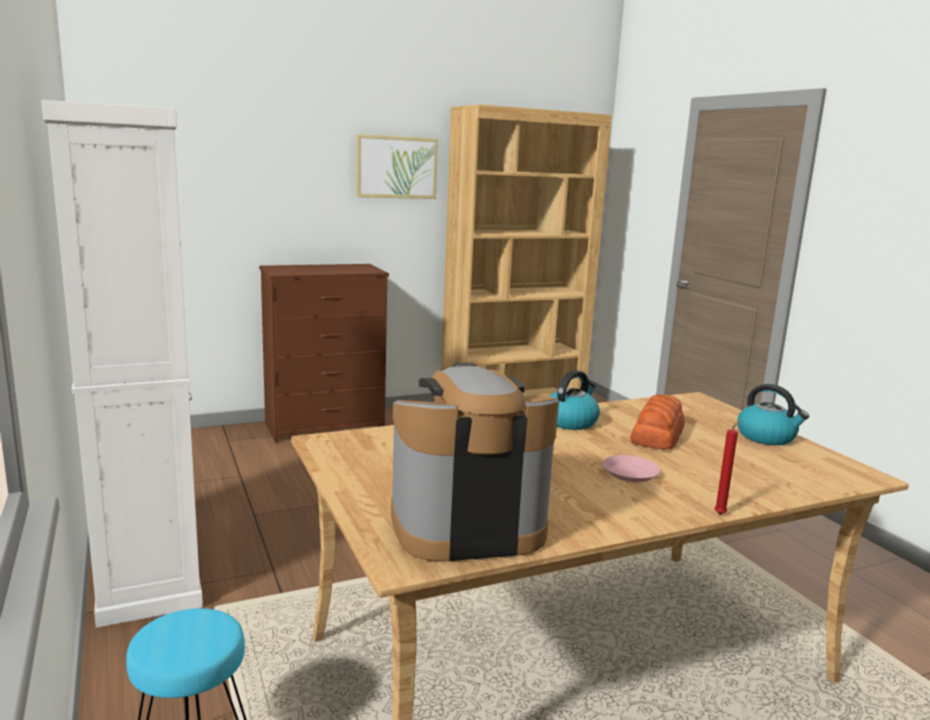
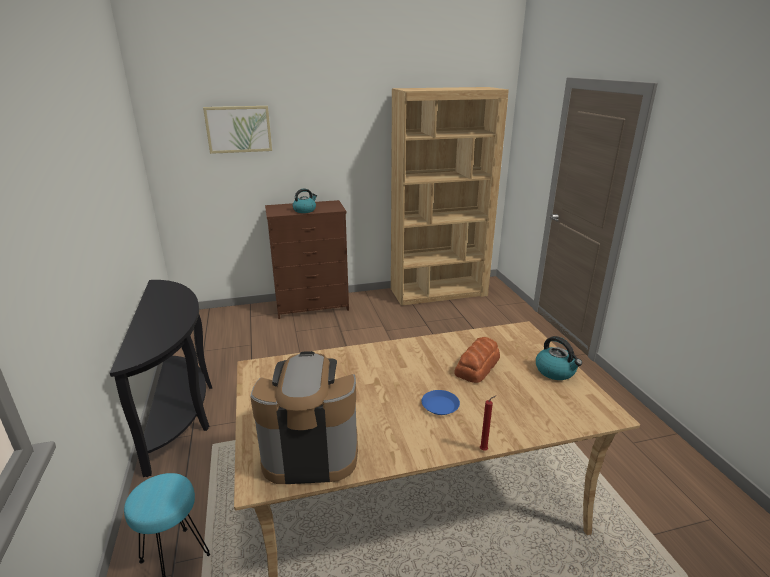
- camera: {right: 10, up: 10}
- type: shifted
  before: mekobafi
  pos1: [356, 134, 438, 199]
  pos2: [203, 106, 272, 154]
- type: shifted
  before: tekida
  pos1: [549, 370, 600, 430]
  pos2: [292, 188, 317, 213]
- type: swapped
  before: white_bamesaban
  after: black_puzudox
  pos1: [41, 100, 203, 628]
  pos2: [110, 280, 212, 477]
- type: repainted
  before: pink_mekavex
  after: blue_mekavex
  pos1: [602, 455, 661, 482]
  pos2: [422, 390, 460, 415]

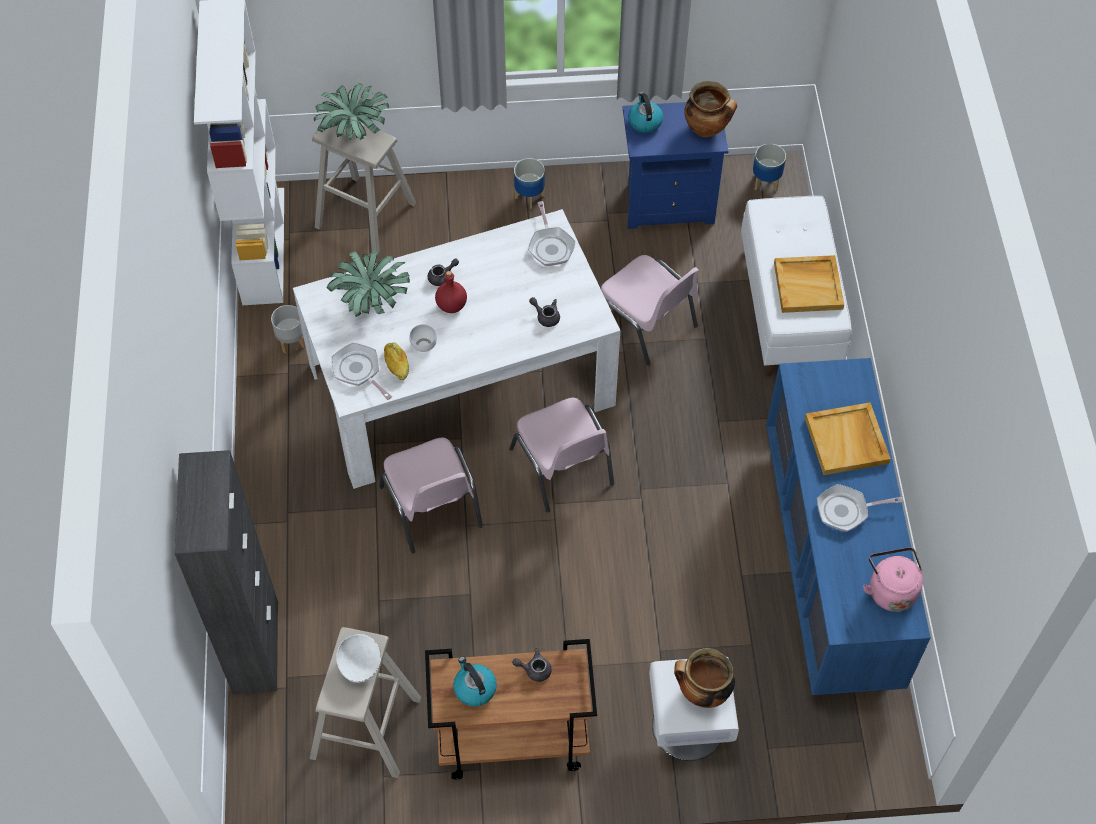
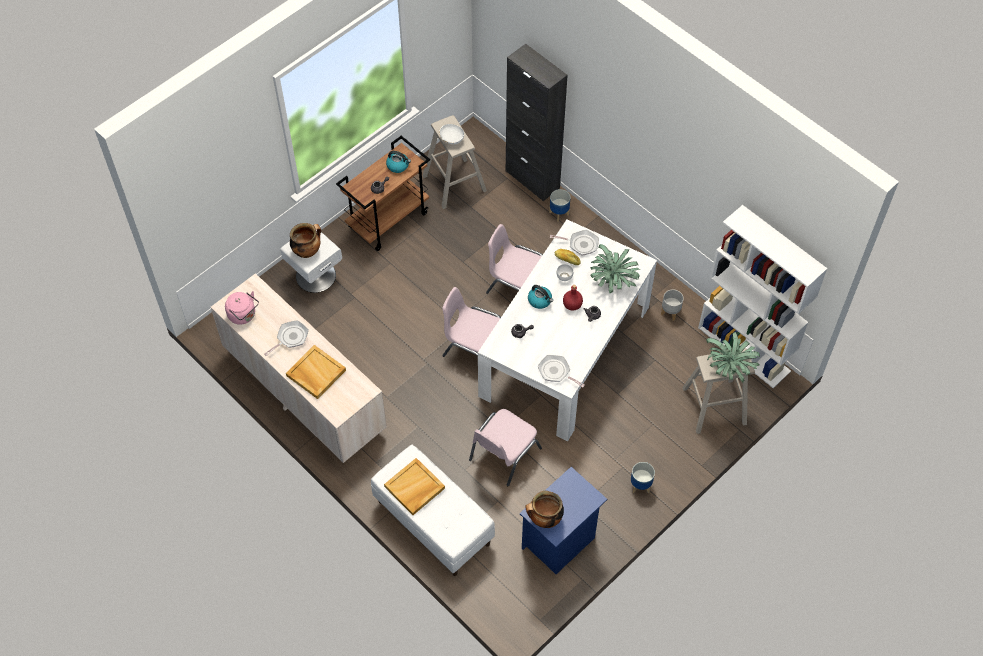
- camera: {right: 140, up: 0}
- type: shifted
  before: tekida
  pos1: [628, 92, 663, 133]
  pos2: [528, 285, 553, 309]
- type: shifted
  before: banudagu
  pos1: [753, 143, 786, 191]
  pos2: [549, 189, 570, 222]
- type: repainted
  before: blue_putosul
  after: beige_putosul
  pos1: [766, 358, 931, 695]
  pos2: [211, 273, 387, 463]
- type: rotated
  before: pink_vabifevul
  pos1: [601, 255, 699, 366]
  pos2: [469, 409, 542, 486]
  turn: -60

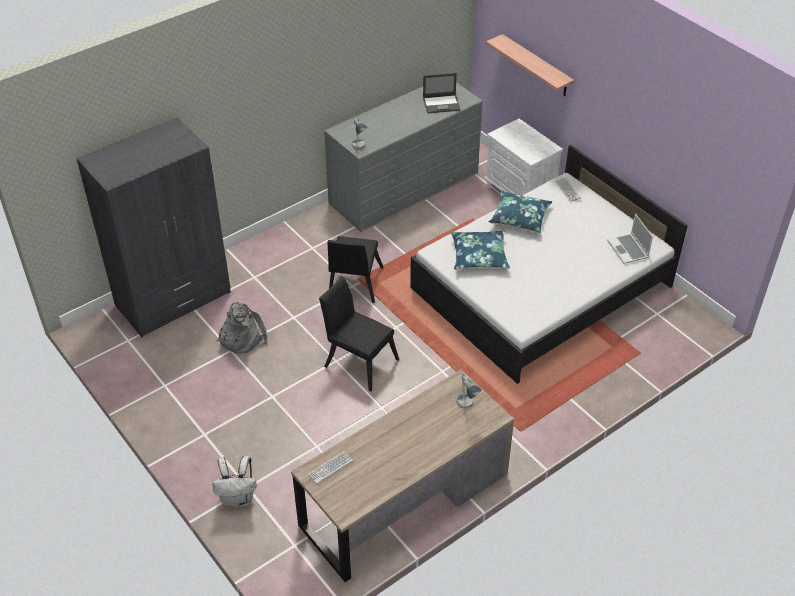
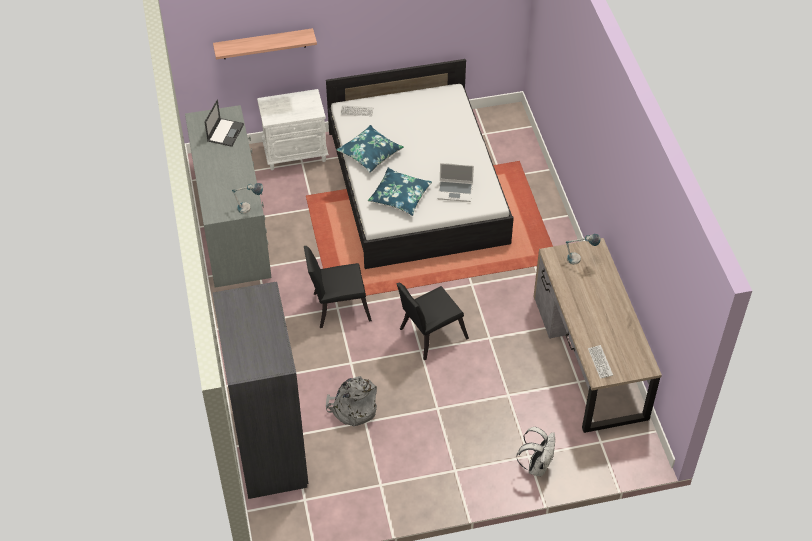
- camera: {right: -65, up: 5}
- type: shifted
  before: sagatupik
  pos1: [607, 214, 653, 264]
  pos2: [437, 163, 474, 202]
- type: rotated
  before: black_vabifevul
  pos1: [327, 236, 384, 303]
  pos2: [304, 246, 372, 328]
  turn: 135

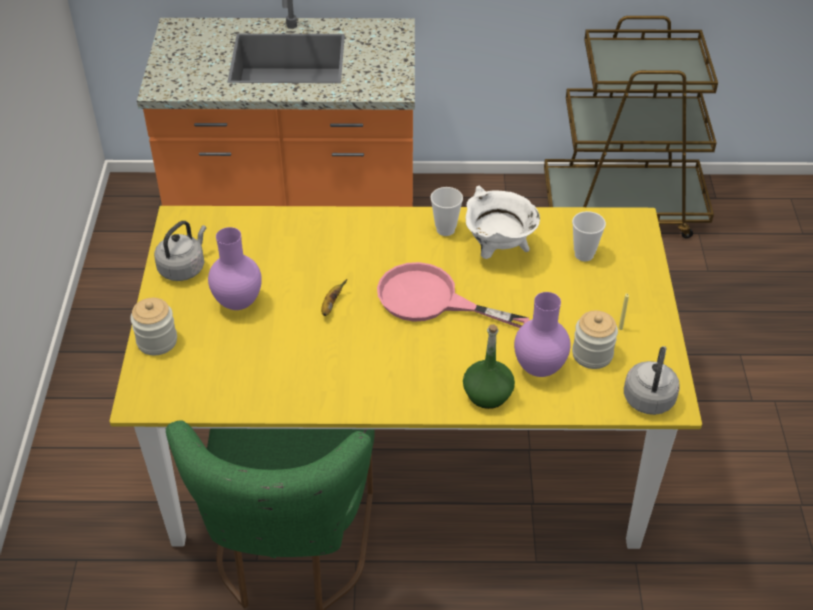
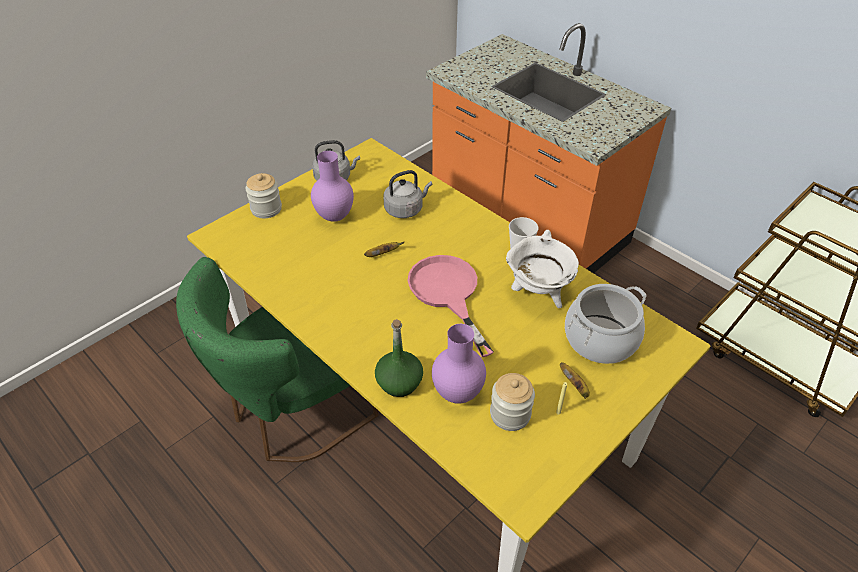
- camera: {right: 45, up: 0}
- type: new
  after: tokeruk
  pos2: [560, 362, 590, 399]
- type: shifted
  before: grey_tekida
  pos1: [624, 346, 680, 415]
  pos2: [383, 170, 432, 218]
- type: swapped
  before: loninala
  after: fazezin
  pos1: [572, 211, 606, 261]
  pos2: [565, 284, 647, 364]

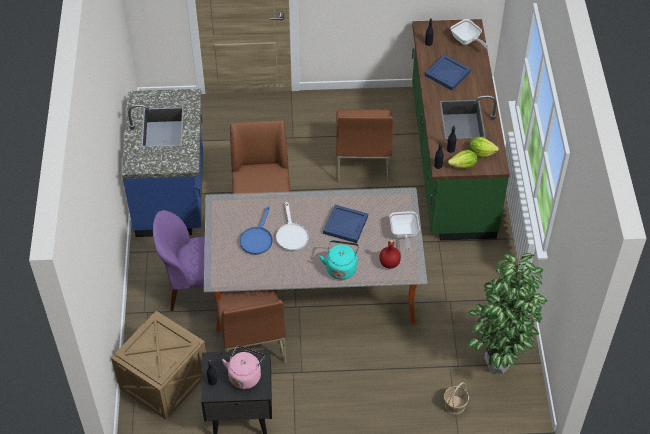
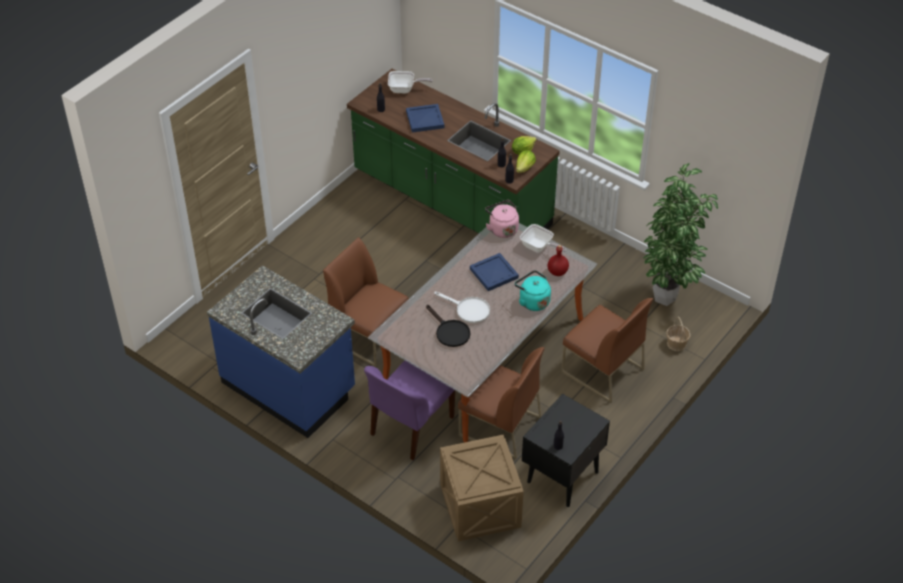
- camera: {right: -50, up: -5}
- type: shifted
  before: pink_tekida
  pos1: [222, 346, 265, 389]
  pos2: [485, 200, 519, 238]
- type: shifted
  before: brown_vabifevul
  pos1: [336, 109, 393, 183]
  pos2: [561, 298, 653, 403]
- type: repainted
  before: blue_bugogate
  after: black_bugogate
  pos1: [240, 206, 273, 255]
  pos2: [426, 305, 470, 347]

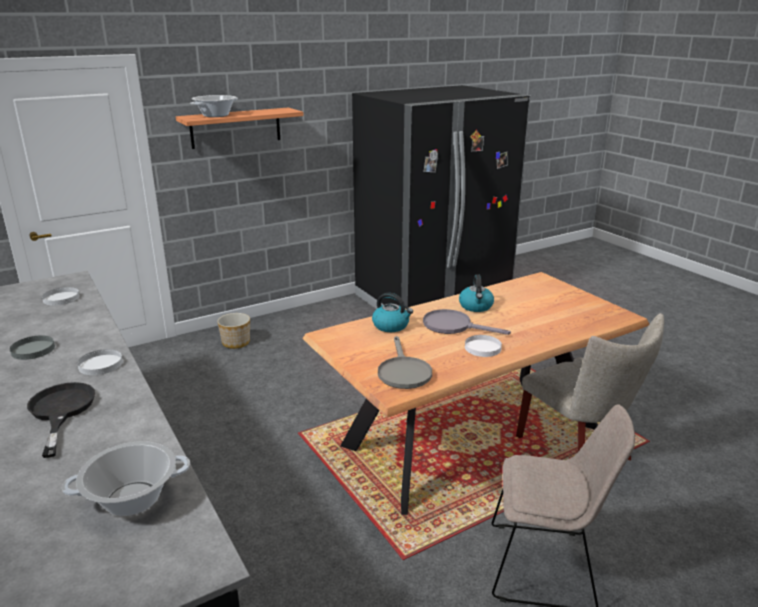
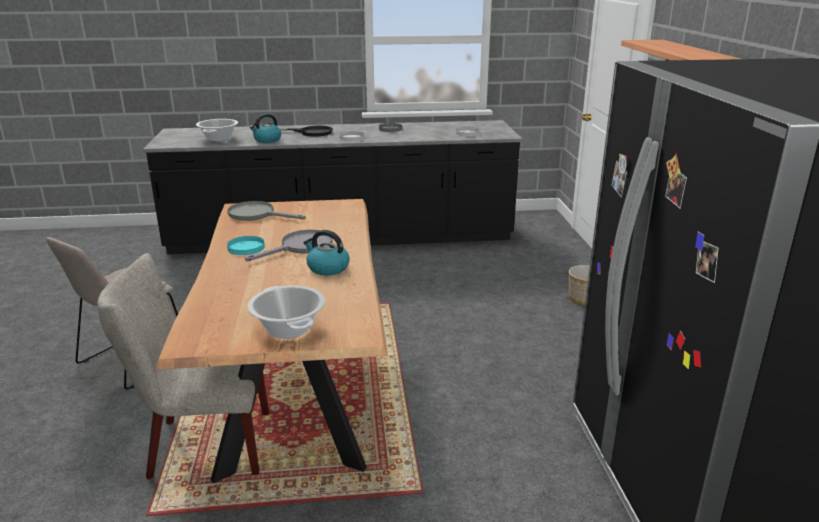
- camera: {right: 115, up: 0}
- type: shifted
  before: fazezin
  pos1: [190, 95, 238, 117]
  pos2: [248, 285, 325, 339]
- type: shifted
  before: tekida
  pos1: [372, 293, 413, 332]
  pos2: [250, 114, 281, 143]
- type: repainted
  before: white_mekavex
  after: turquoise_mekavex
  pos1: [465, 335, 502, 357]
  pos2: [227, 236, 265, 255]

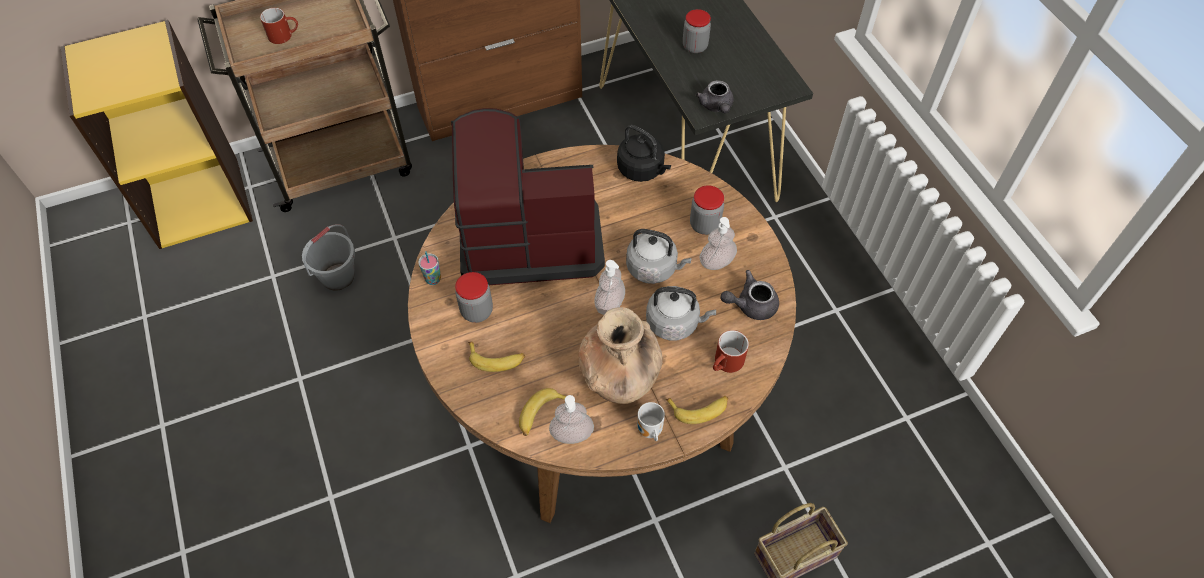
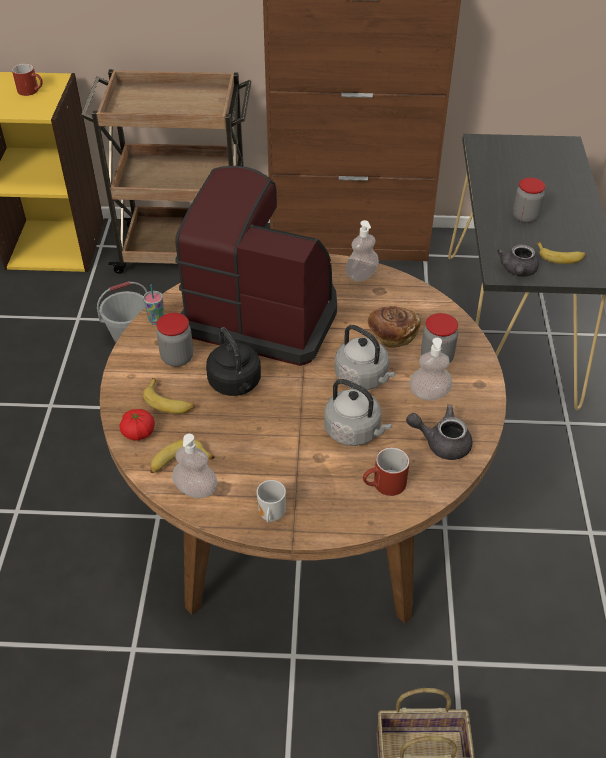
- camera: {right: 25, up: -10}
- type: gone
  before: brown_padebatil
  pos1: [578, 307, 663, 404]
- type: new
  after: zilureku
  pos2: [119, 409, 155, 441]
- type: new
  after: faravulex
  pos2: [368, 306, 421, 348]
- type: shifted
  before: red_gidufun
  pos1: [260, 8, 298, 44]
  pos2: [12, 64, 43, 96]
- type: shifted
  before: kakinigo
  pos1: [594, 260, 625, 315]
  pos2: [345, 220, 379, 281]
- type: shifted
  before: black_tekida
  pos1: [617, 125, 671, 182]
  pos2: [206, 327, 261, 396]
- type: shifted
  before: tokeruk
  pos1: [666, 396, 728, 424]
  pos2: [537, 242, 586, 264]

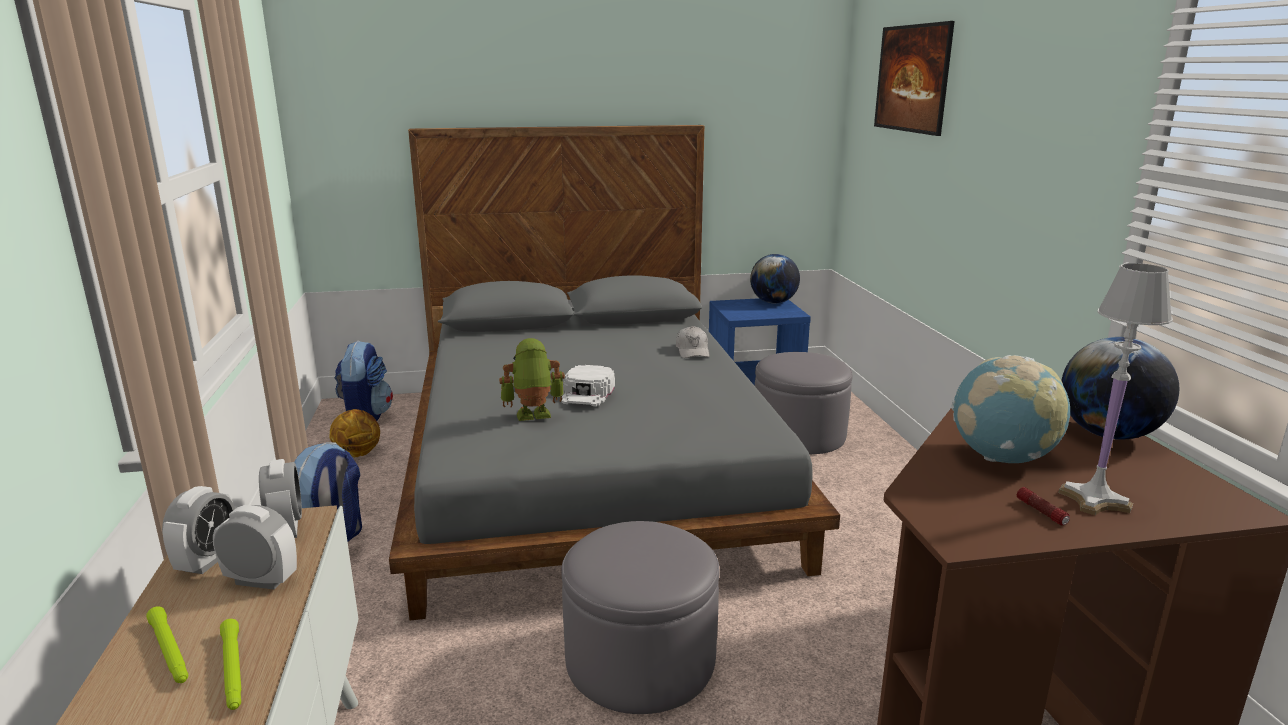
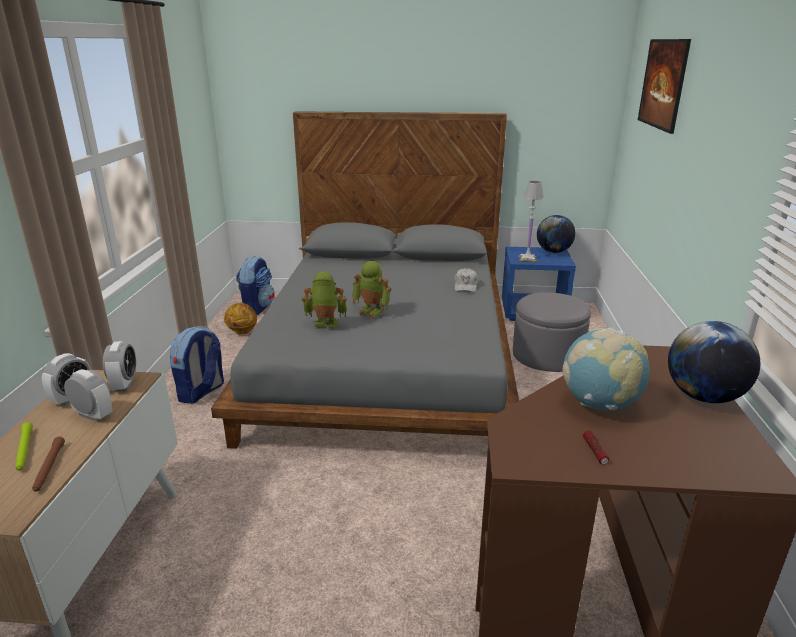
- camera: {right: 15, up: 5}
- type: gone
  before: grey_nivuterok
  pos1: [561, 521, 720, 714]
- type: shifted
  before: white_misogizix
  pos1: [1059, 263, 1173, 515]
  pos2: [519, 181, 544, 263]
- type: swapped
  before: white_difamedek
  after: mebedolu
  pos1: [562, 365, 615, 406]
  pos2: [352, 261, 391, 318]
- type: repainted
  before: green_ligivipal
  after: brown_ligivipal
  pos1: [220, 619, 241, 710]
  pos2: [32, 437, 65, 492]

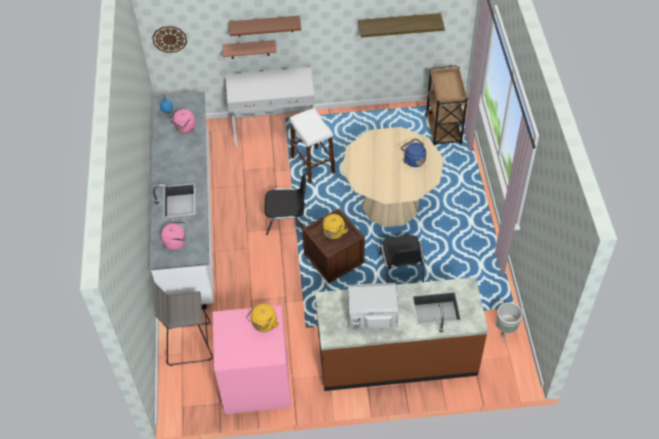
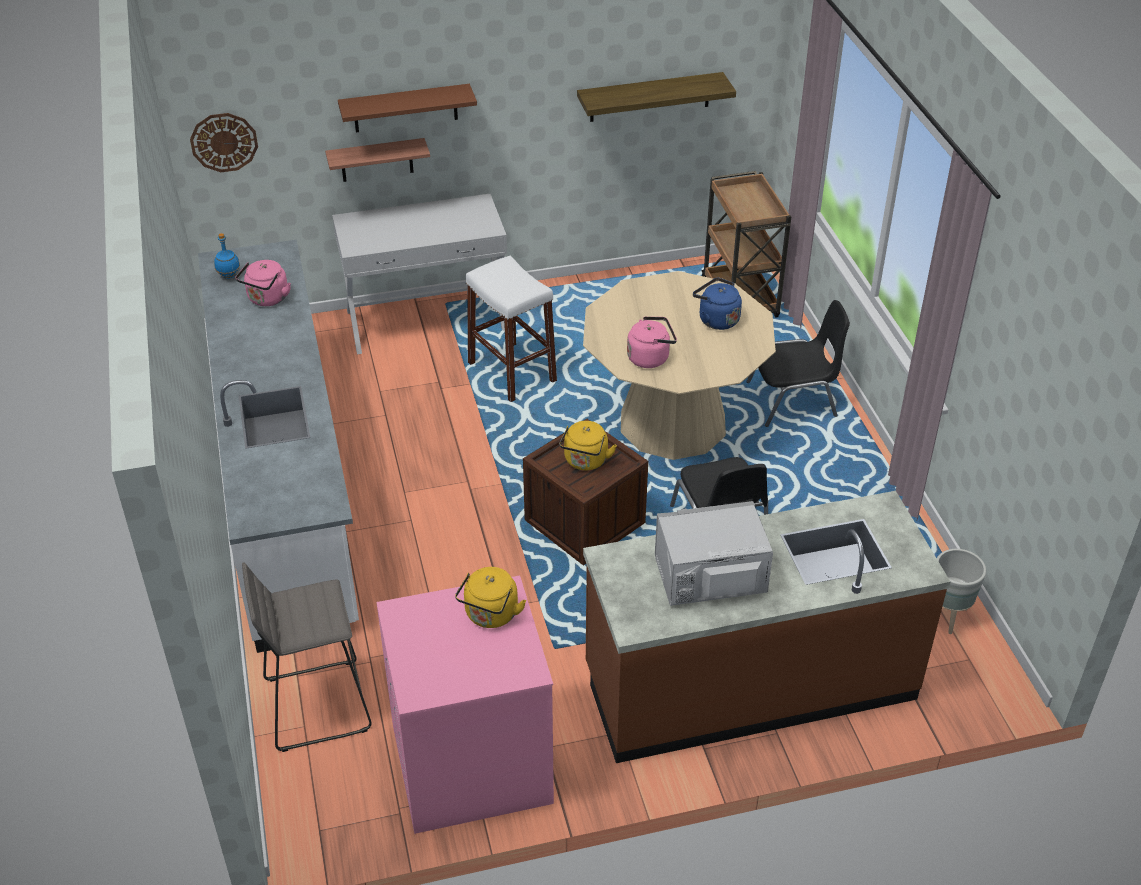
- camera: {right: -10, up: -10}
- type: shifted
  before: pink_tekida
  pos1: [161, 221, 186, 250]
  pos2: [627, 316, 677, 368]
- type: shifted
  before: black_vabifevul
  pos1: [265, 174, 306, 235]
  pos2: [746, 300, 850, 427]

